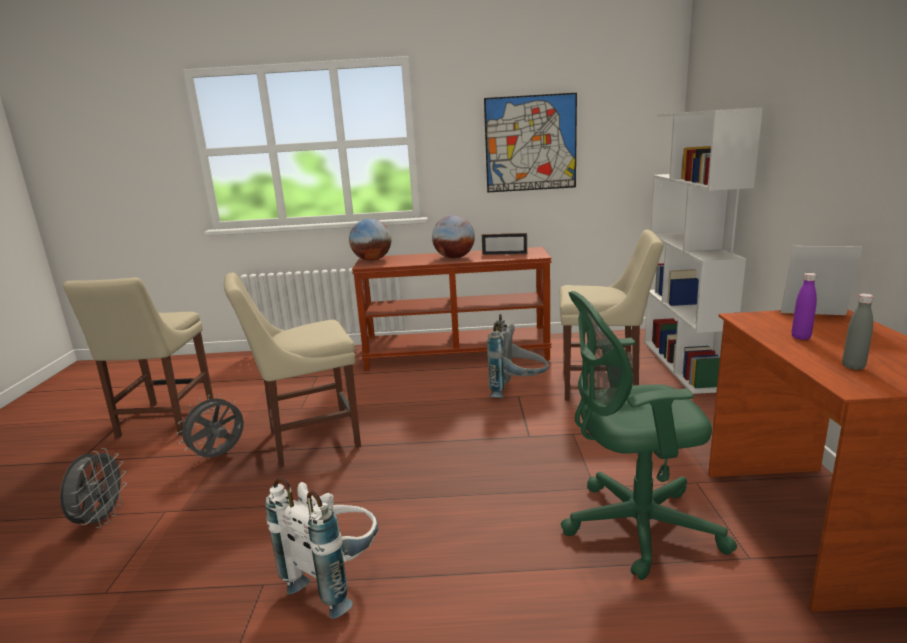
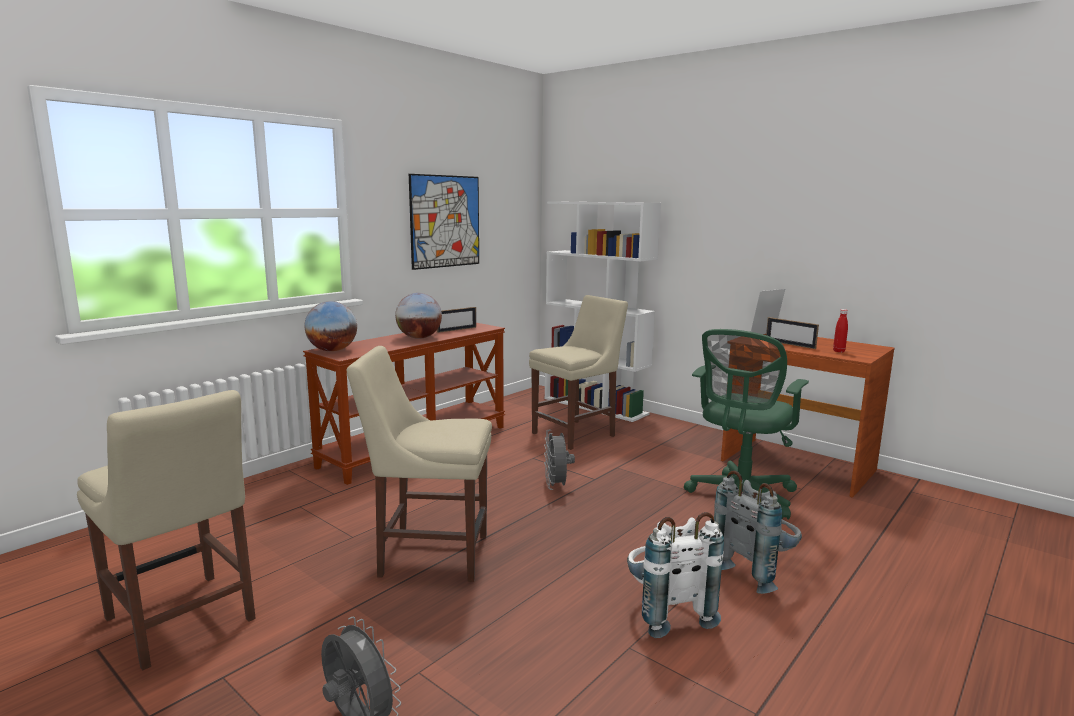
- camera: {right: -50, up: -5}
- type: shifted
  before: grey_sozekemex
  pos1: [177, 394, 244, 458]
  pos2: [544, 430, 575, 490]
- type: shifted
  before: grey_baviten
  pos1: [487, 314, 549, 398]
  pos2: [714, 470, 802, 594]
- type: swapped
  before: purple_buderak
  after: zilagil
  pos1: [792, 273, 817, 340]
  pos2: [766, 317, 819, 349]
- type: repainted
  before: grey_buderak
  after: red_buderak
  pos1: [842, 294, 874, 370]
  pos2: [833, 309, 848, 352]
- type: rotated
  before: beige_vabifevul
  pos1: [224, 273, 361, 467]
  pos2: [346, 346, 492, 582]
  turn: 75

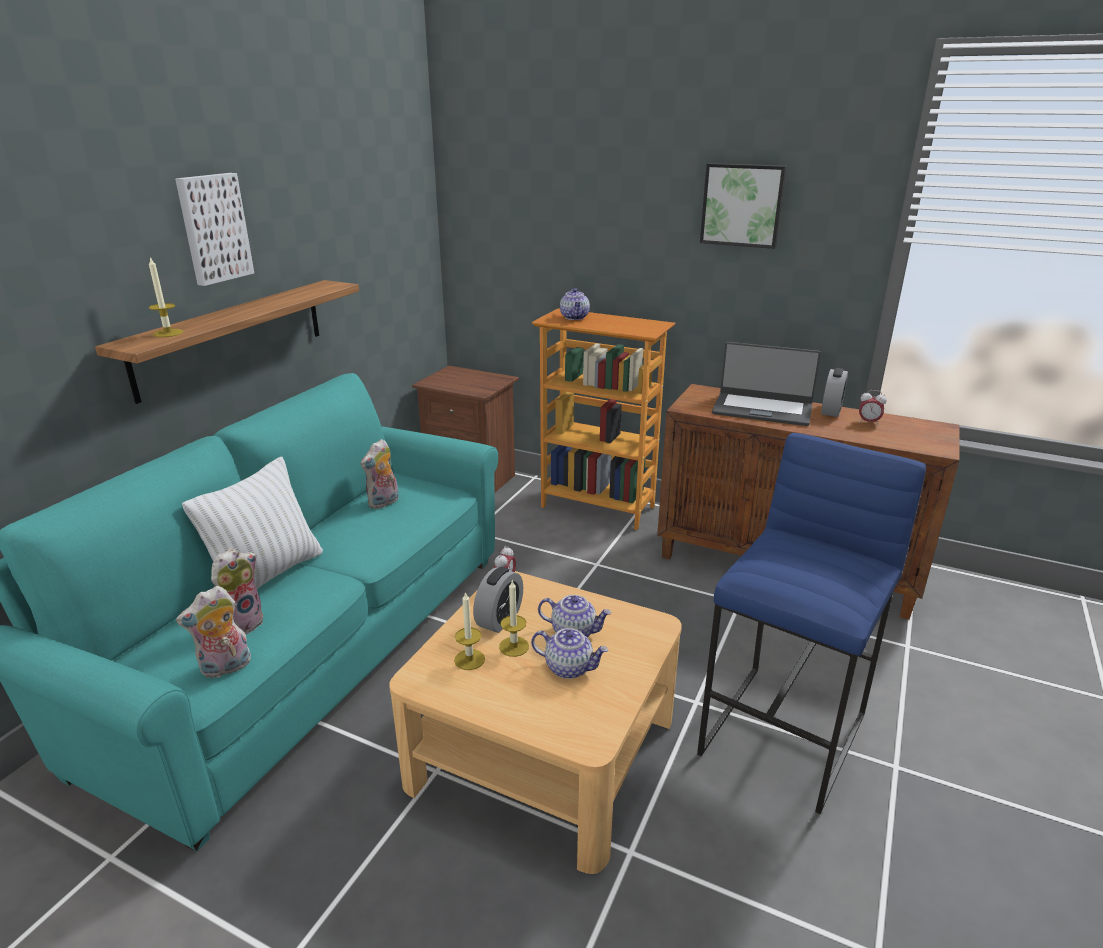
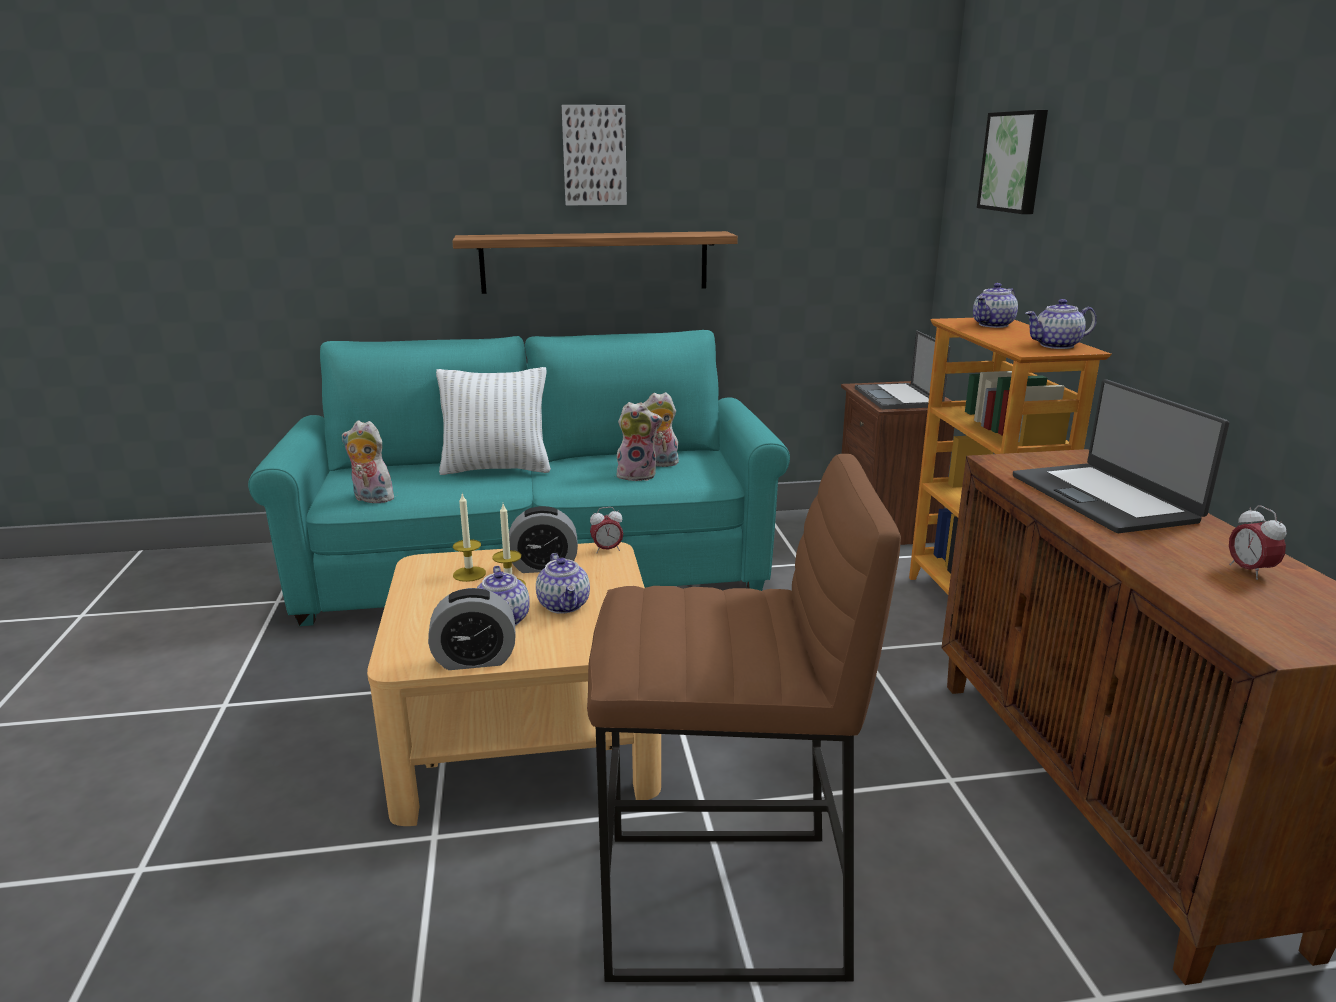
- camera: {right: 55, up: -5}
- type: gone
  before: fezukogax
  pos1: [149, 256, 183, 337]
- type: new
  after: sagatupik
  pos2: [855, 330, 951, 409]
- type: new
  after: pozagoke
  pos2: [1025, 299, 1097, 349]
- type: shifted
  before: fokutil
  pos1: [211, 548, 263, 634]
  pos2: [617, 402, 663, 481]
- type: shifted
  before: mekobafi
  pos1: [700, 163, 787, 249]
  pos2: [977, 110, 1048, 214]
- type: shifted
  before: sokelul
  pos1: [821, 368, 848, 417]
  pos2: [428, 588, 516, 670]
- type: repainted
  before: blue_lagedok
  after: brown_lagedok
  pos1: [697, 433, 926, 814]
  pos2: [587, 454, 901, 982]

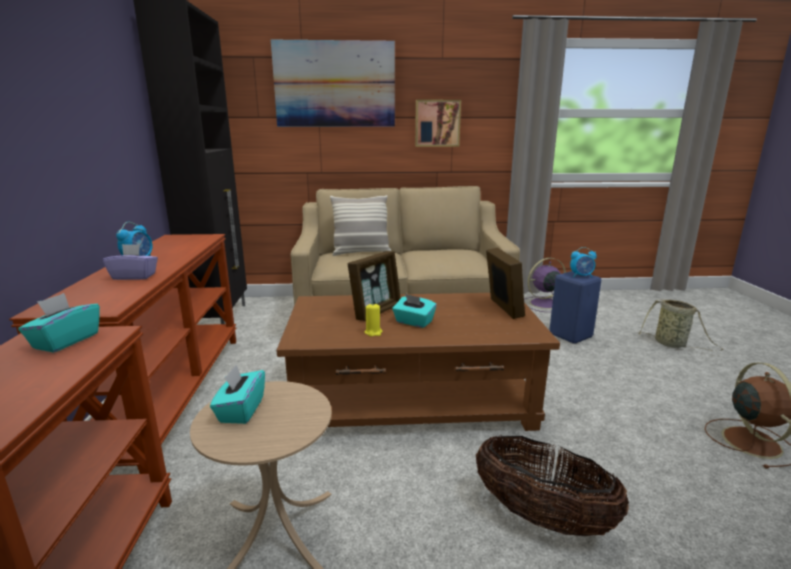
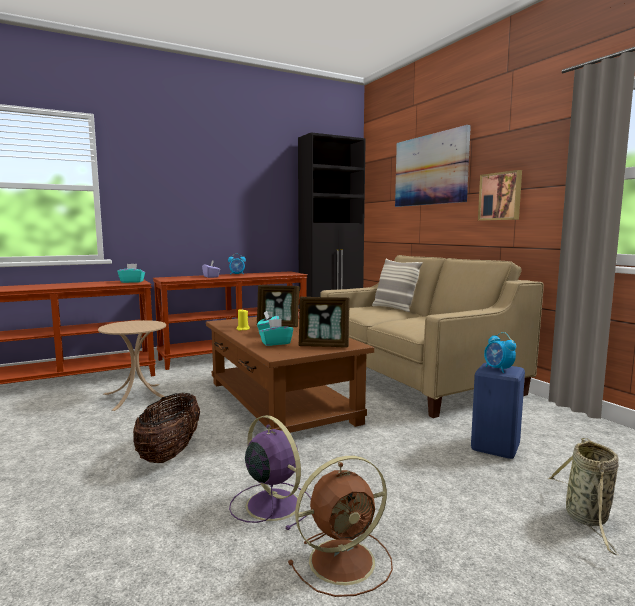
- camera: {right: 65, up: -10}
- type: shifted
  before: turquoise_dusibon
  pos1: [210, 365, 265, 424]
  pos2: [259, 319, 293, 346]
- type: shifted
  before: purple_sozekemex
  pos1: [525, 258, 566, 312]
  pos2: [229, 415, 311, 530]
- type: rotated
  before: zilagil
  pos1: [486, 248, 525, 319]
  pos2: [299, 297, 350, 348]
  turn: 45

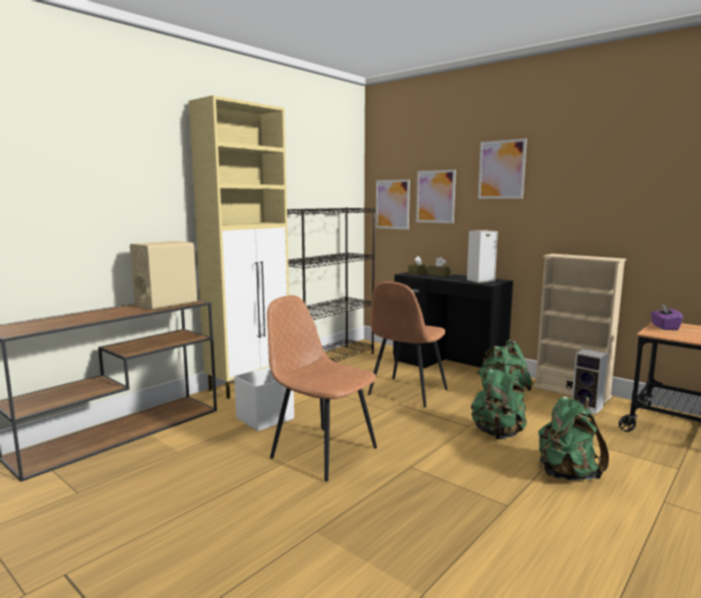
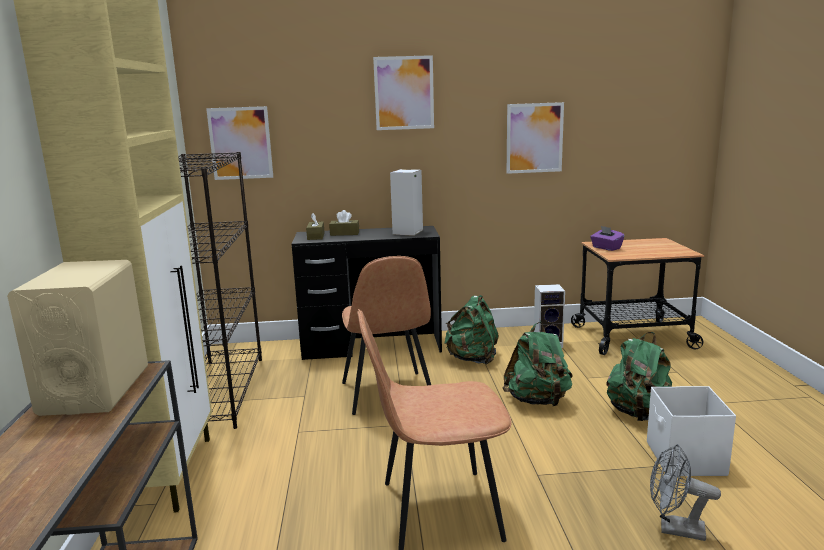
- camera: {right: -45, up: 5}
- type: gone
  before: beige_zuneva
  pos1: [534, 254, 626, 404]
- type: new
  after: grey_sozekemex
  pos2: [650, 444, 721, 541]
- type: shifted
  before: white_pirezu
  pos1: [234, 367, 294, 431]
  pos2: [647, 386, 736, 476]
- type: shifted
  before: mekobafi
  pos1: [416, 170, 456, 223]
  pos2: [507, 102, 564, 174]

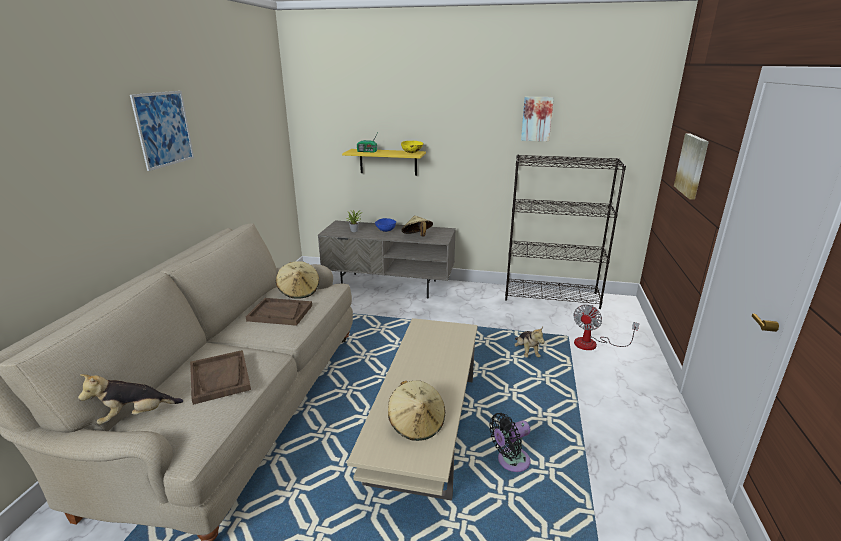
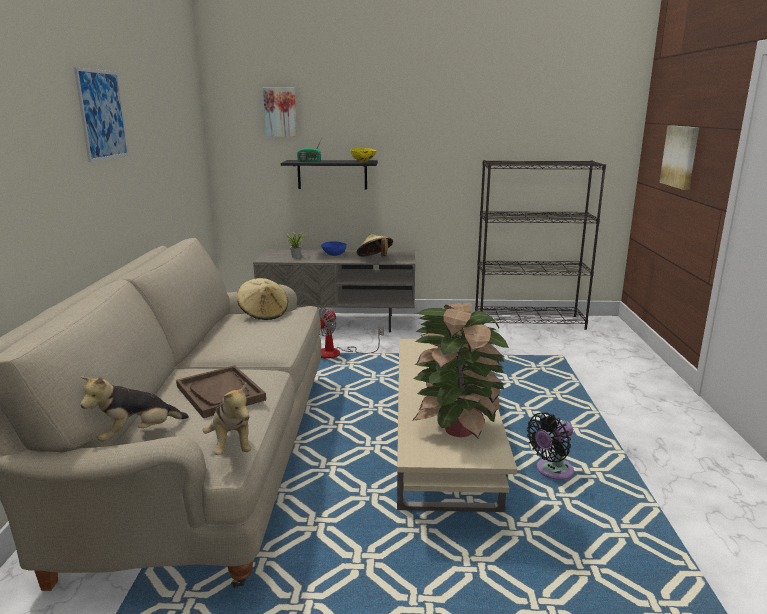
- camera: {right: -10, up: -5}
- type: gone
  before: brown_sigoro
  pos1: [246, 298, 312, 326]
- type: shifted
  before: fokutil
  pos1: [514, 327, 545, 358]
  pos2: [203, 383, 251, 455]
- type: shifted
  before: mekobafi
  pos1: [521, 97, 554, 141]
  pos2: [263, 88, 297, 137]
- type: shifted
  before: sozekemex
  pos1: [573, 305, 639, 350]
  pos2: [318, 307, 384, 359]
- type: swapped
  before: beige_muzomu
  after: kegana
  pos1: [388, 380, 445, 441]
  pos2: [412, 302, 509, 438]
- type: repainted
  before: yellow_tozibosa
  after: black_tozibosa
  pos1: [342, 149, 426, 176]
  pos2: [281, 160, 378, 189]

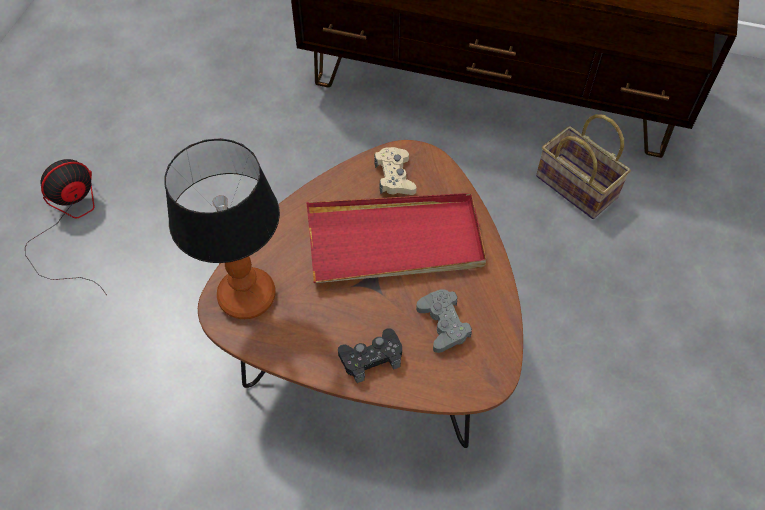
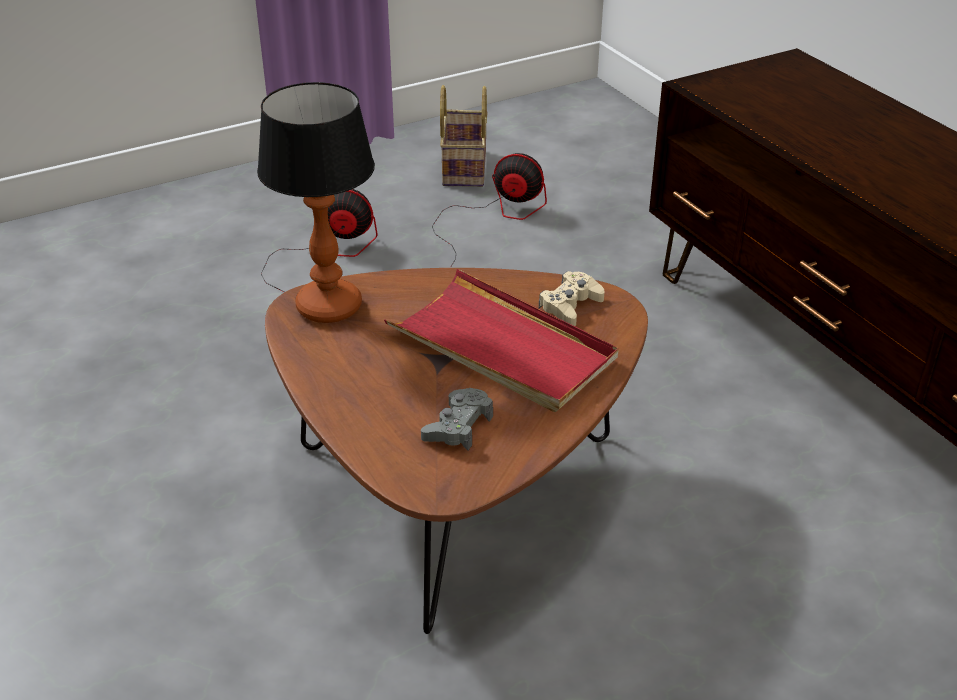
- camera: {right: 45, up: -20}
- type: gone
  before: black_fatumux
  pos1: [338, 328, 402, 383]
- type: new
  after: sozekemex
  pos2: [432, 153, 547, 266]
- type: shifted
  before: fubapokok
  pos1: [536, 114, 631, 219]
  pos2: [440, 85, 488, 187]

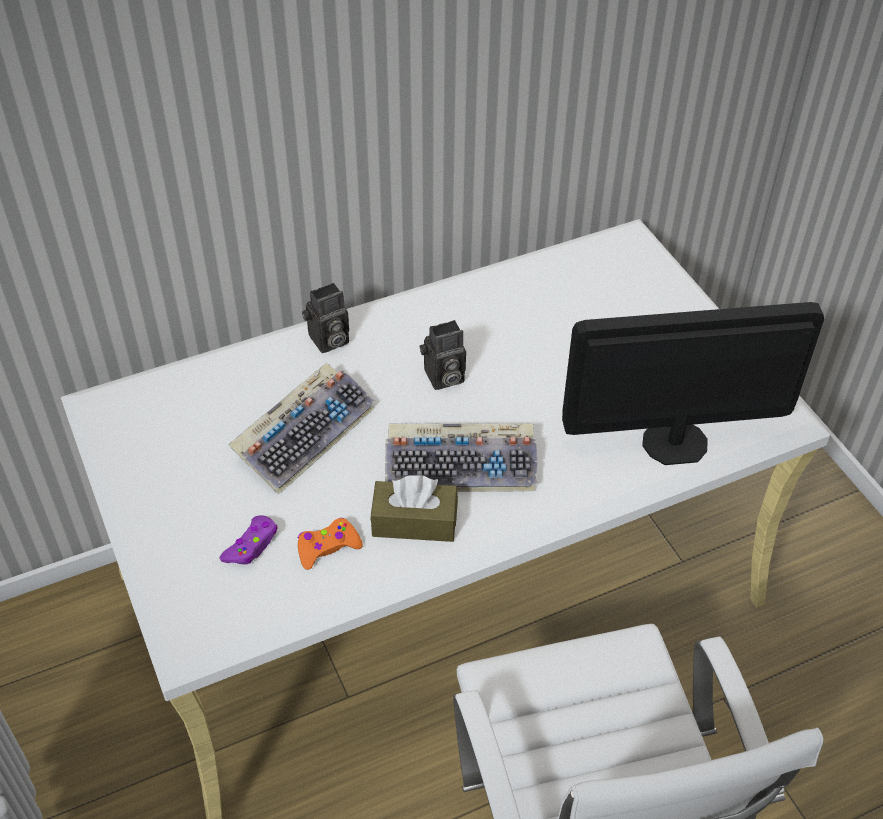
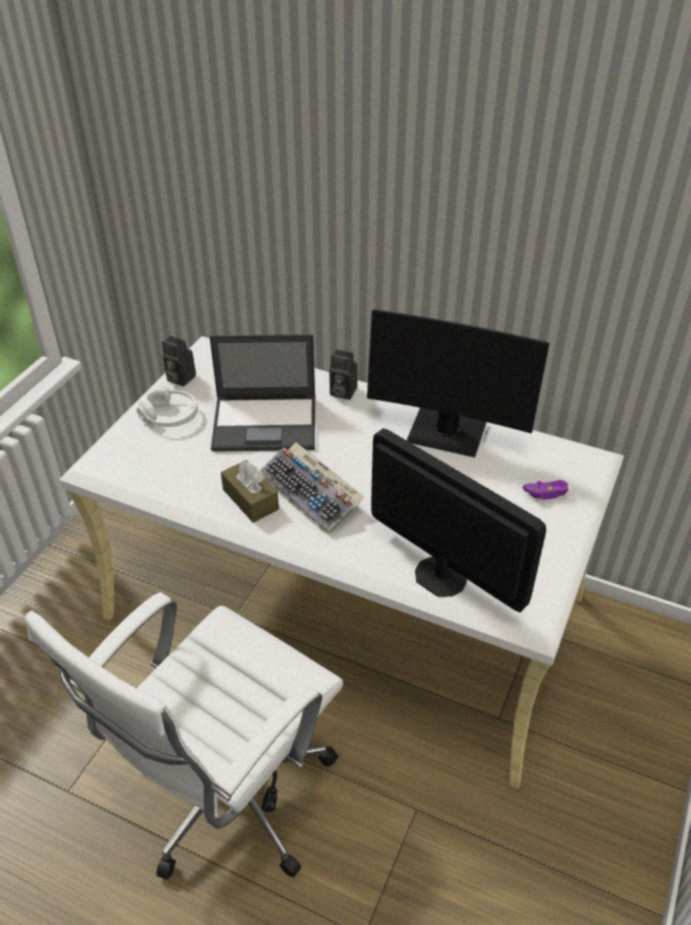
- camera: {right: 50, up: -5}
- type: gone
  before: orange_fatumux
  pos1: [298, 518, 363, 570]
- type: new
  after: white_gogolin
  pos2: [137, 386, 198, 427]
- type: new
  after: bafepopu
  pos2: [367, 309, 549, 457]
- type: shifted
  before: purple_fatumux
  pos1: [220, 515, 277, 564]
  pos2: [523, 480, 568, 500]
- type: shifted
  before: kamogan
  pos1: [420, 320, 466, 390]
  pos2: [162, 336, 196, 387]
- type: swapped
  before: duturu
  after: sagatupik
  pos1: [228, 363, 375, 495]
  pos2: [209, 334, 315, 452]

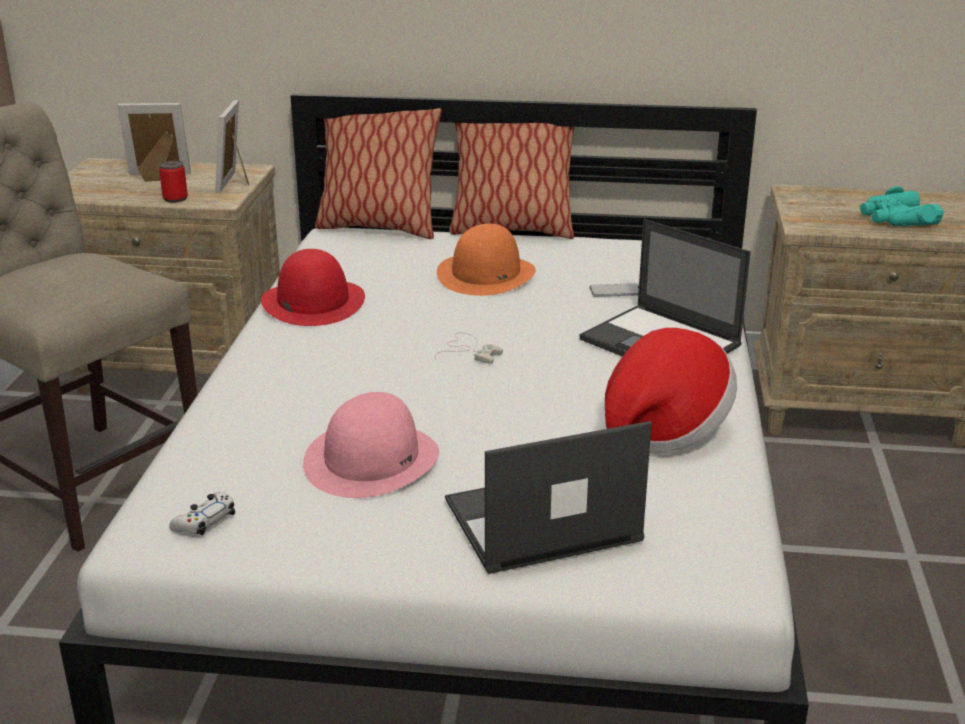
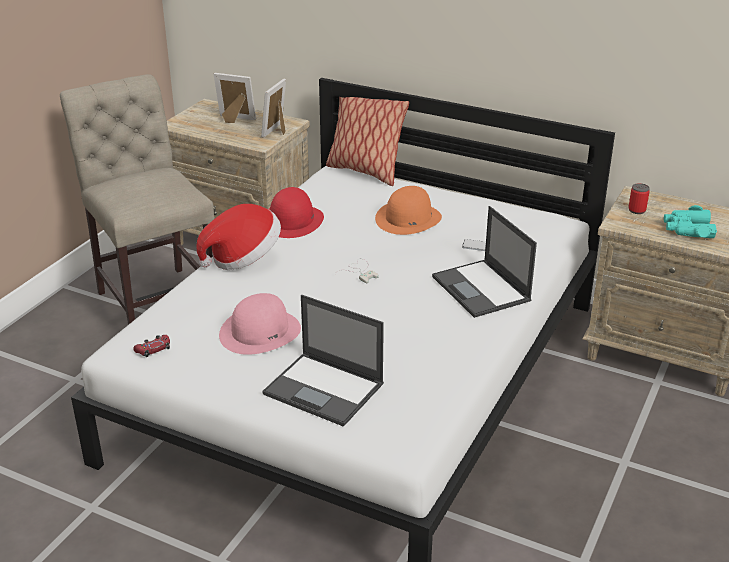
- camera: {right: 20, up: 5}
- type: gone
  before: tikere
  pos1: [449, 123, 574, 239]
- type: shifted
  before: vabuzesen
  pos1: [159, 160, 188, 203]
  pos2: [628, 183, 650, 214]
- type: shifted
  before: muzomu
  pos1: [604, 328, 737, 454]
  pos2: [196, 204, 281, 270]
- type: repainted
  before: white_fatumux
  after: red_fatumux
  pos1: [169, 491, 235, 535]
  pos2: [133, 335, 170, 357]
- type: rotated
  before: sagatupik
  pos1: [445, 421, 652, 574]
  pos2: [262, 295, 384, 427]
  turn: -150

